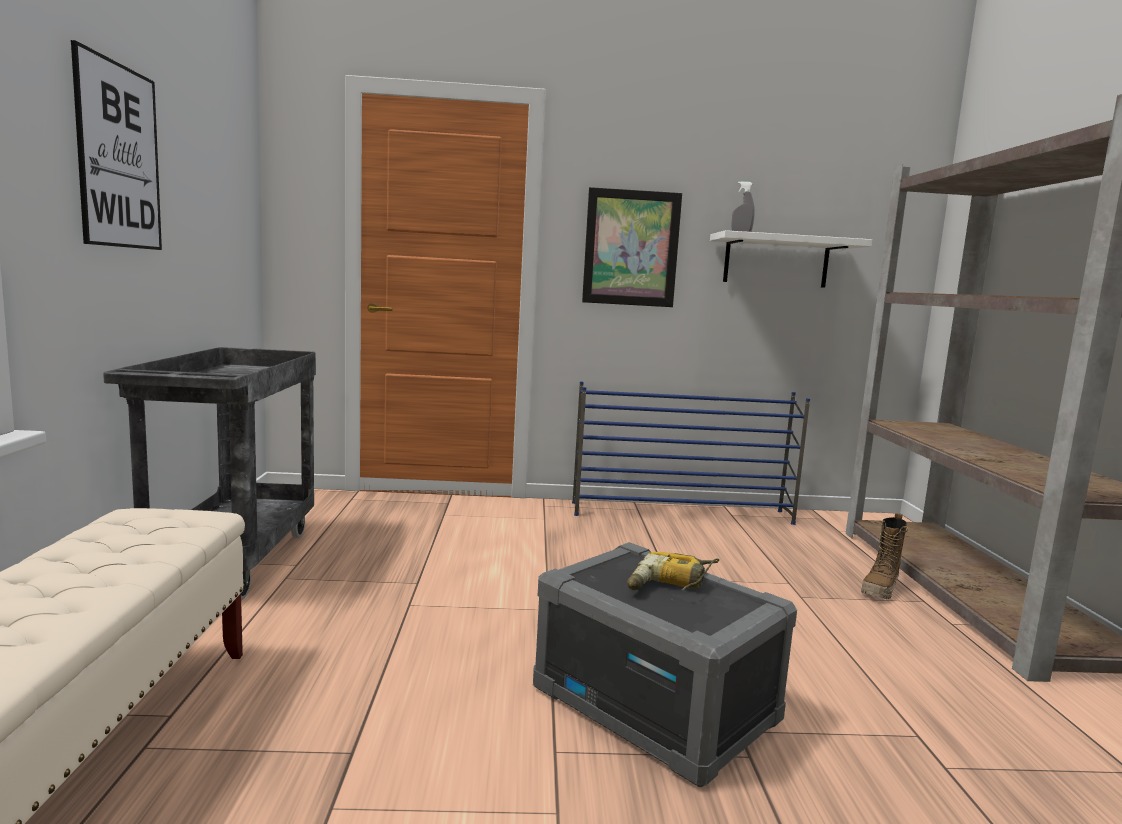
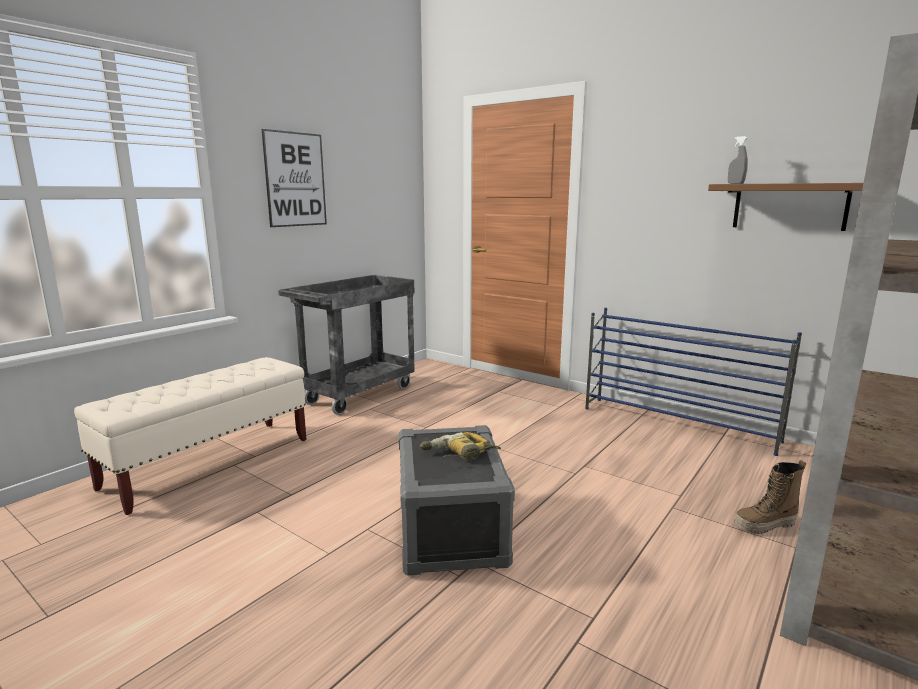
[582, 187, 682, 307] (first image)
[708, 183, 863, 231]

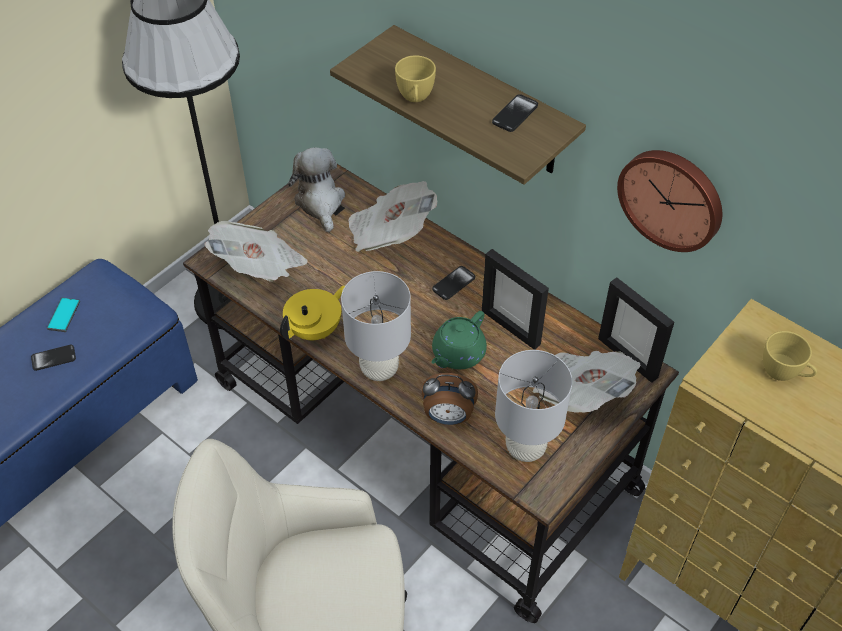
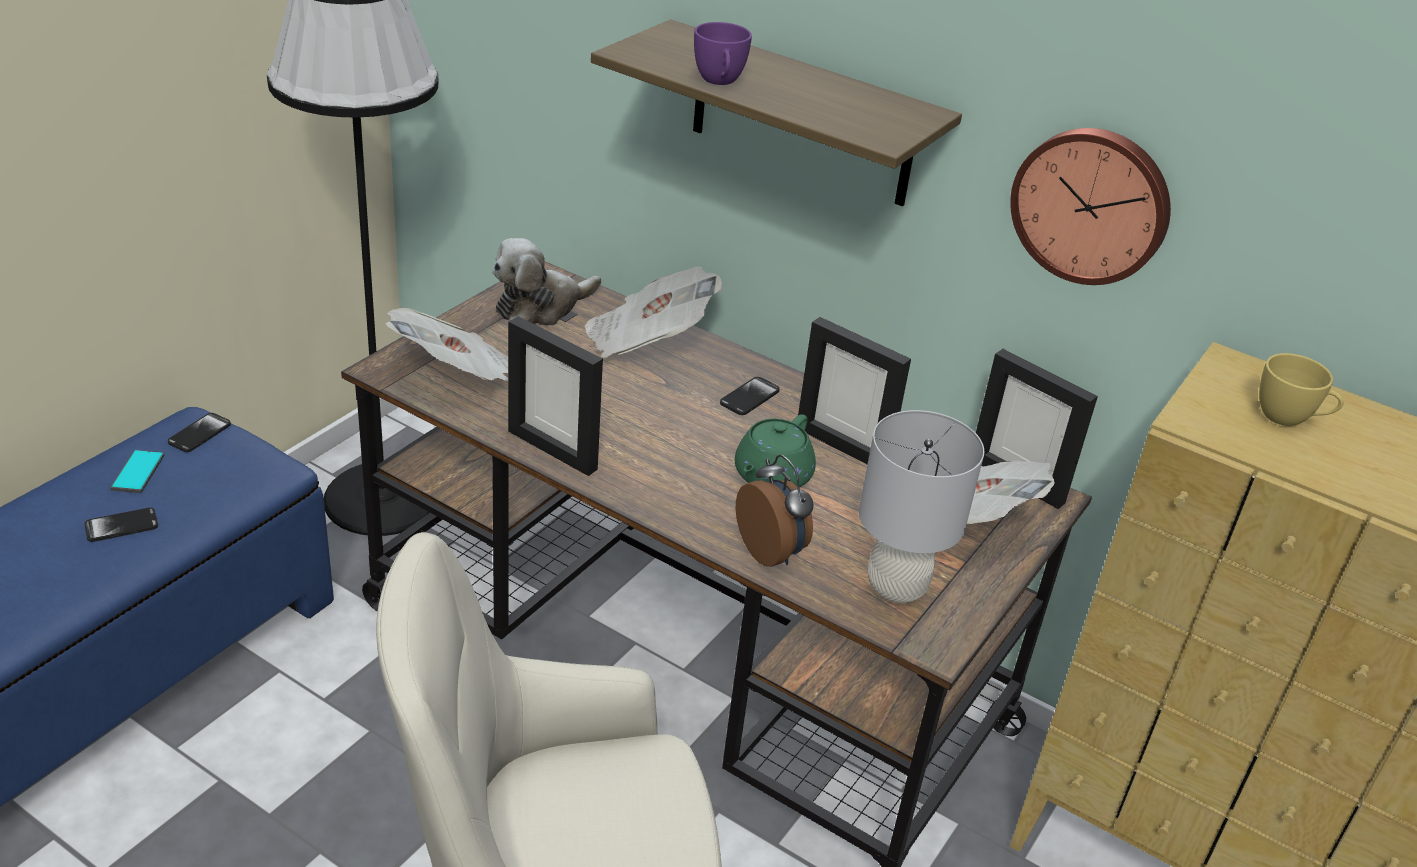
[694, 22, 752, 85]
[168, 413, 231, 452]
[492, 238, 601, 326]
[341, 271, 411, 381] (first image)
[508, 316, 603, 476]
[736, 455, 814, 567]

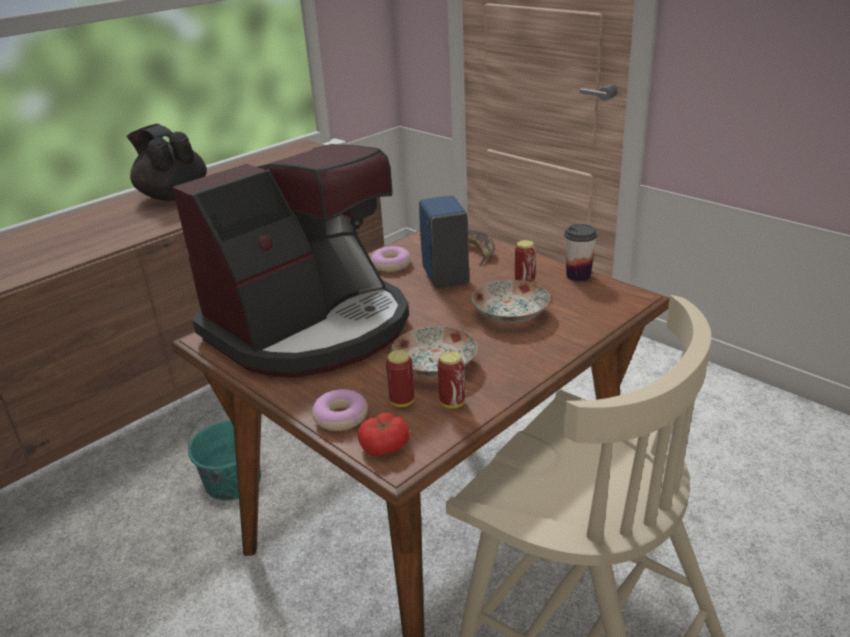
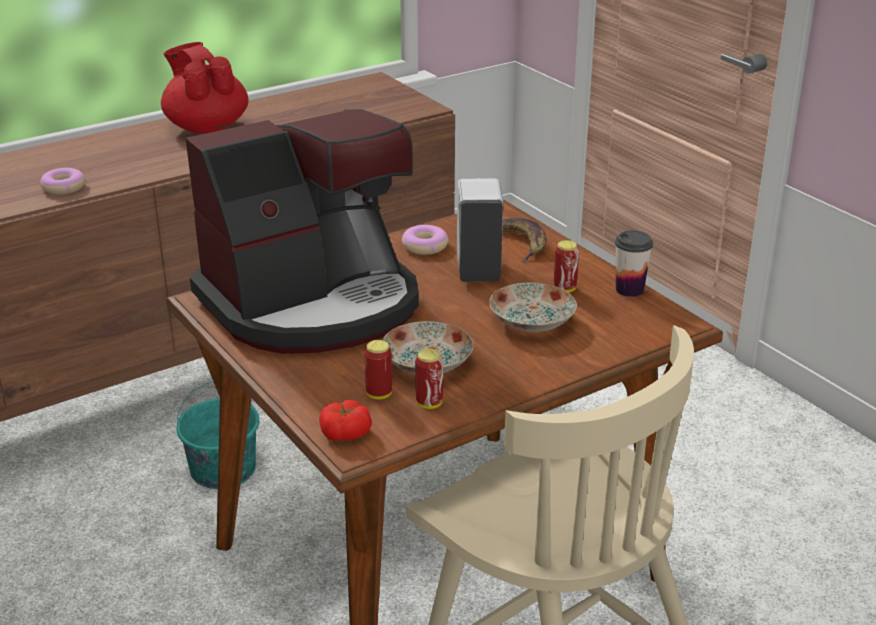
[161, 42, 248, 134]
[457, 178, 503, 282]
[40, 168, 85, 195]

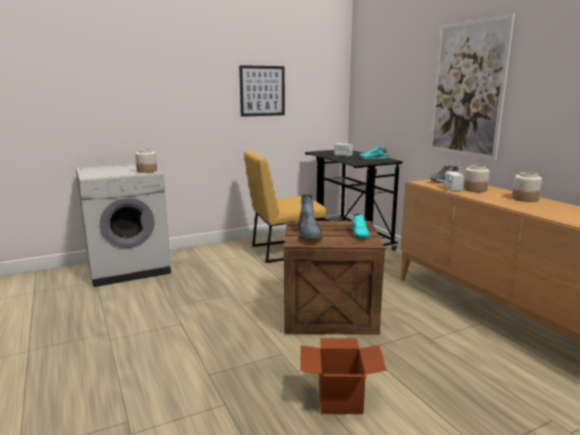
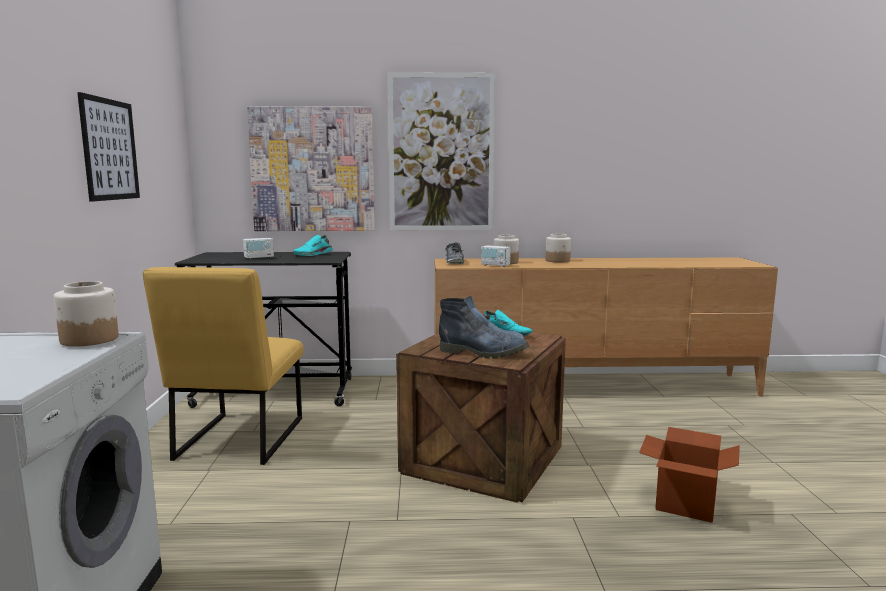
[247, 106, 375, 231]

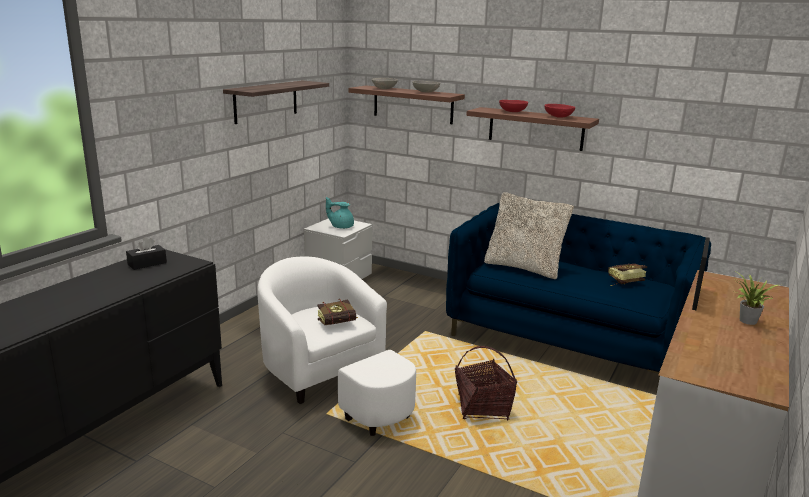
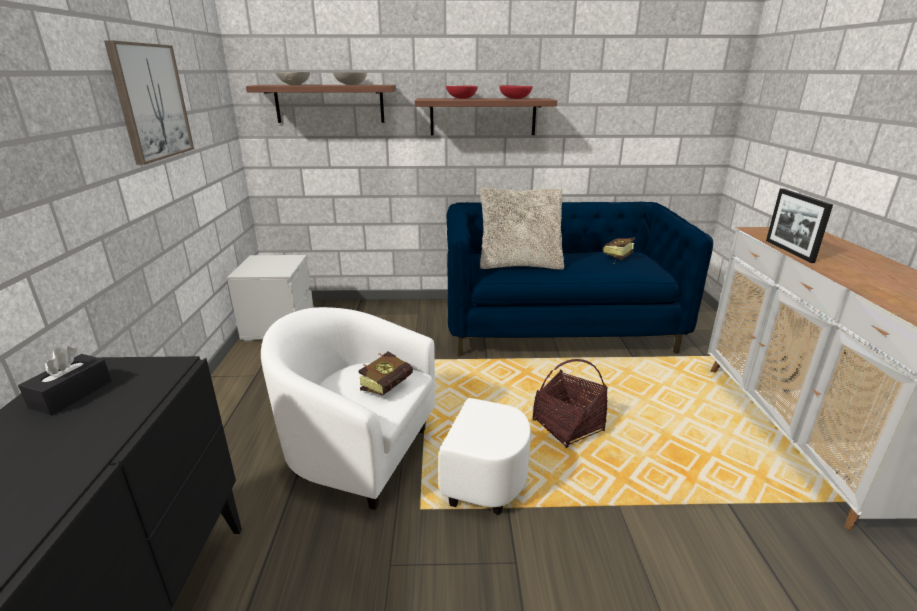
[104, 40, 194, 165]
[326, 197, 354, 229] (first image)
[737, 273, 778, 325] (first image)

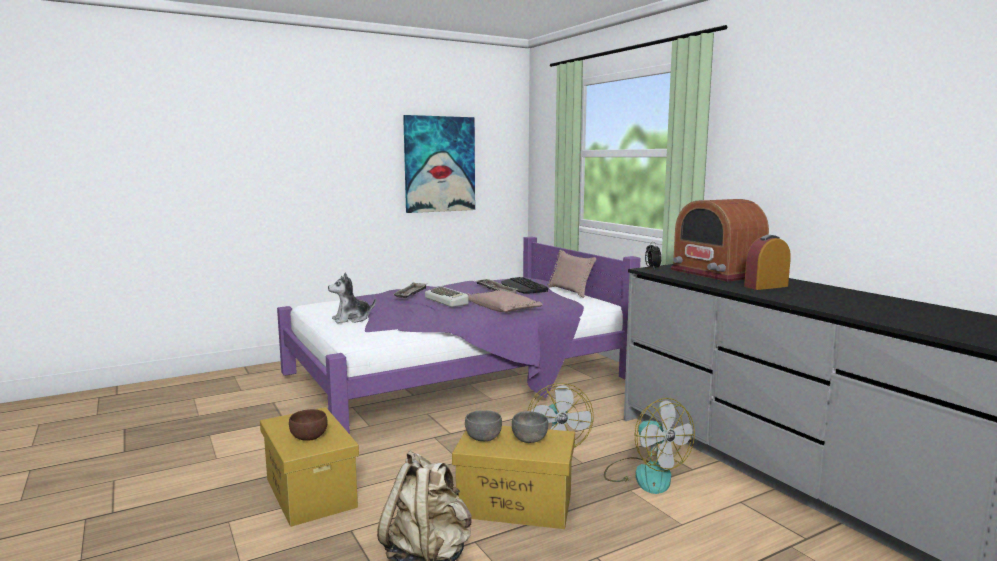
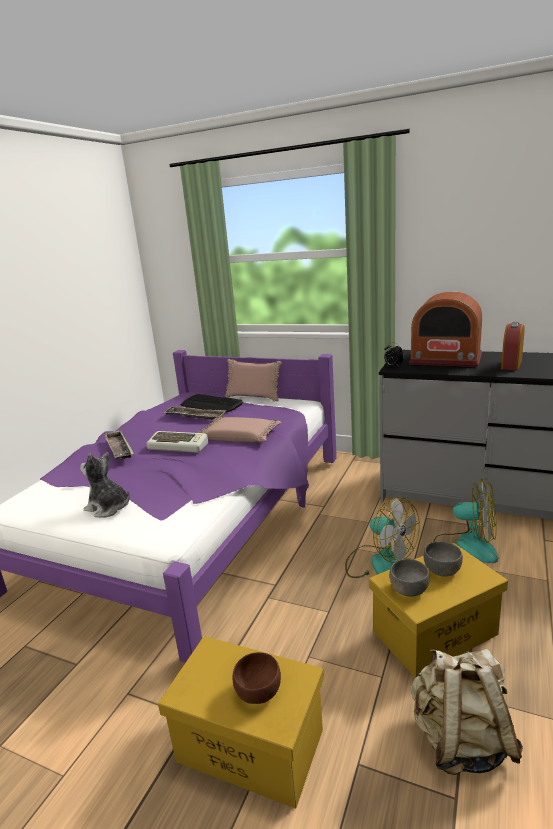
[403, 115, 475, 213] (first image)
[80, 452, 130, 517]

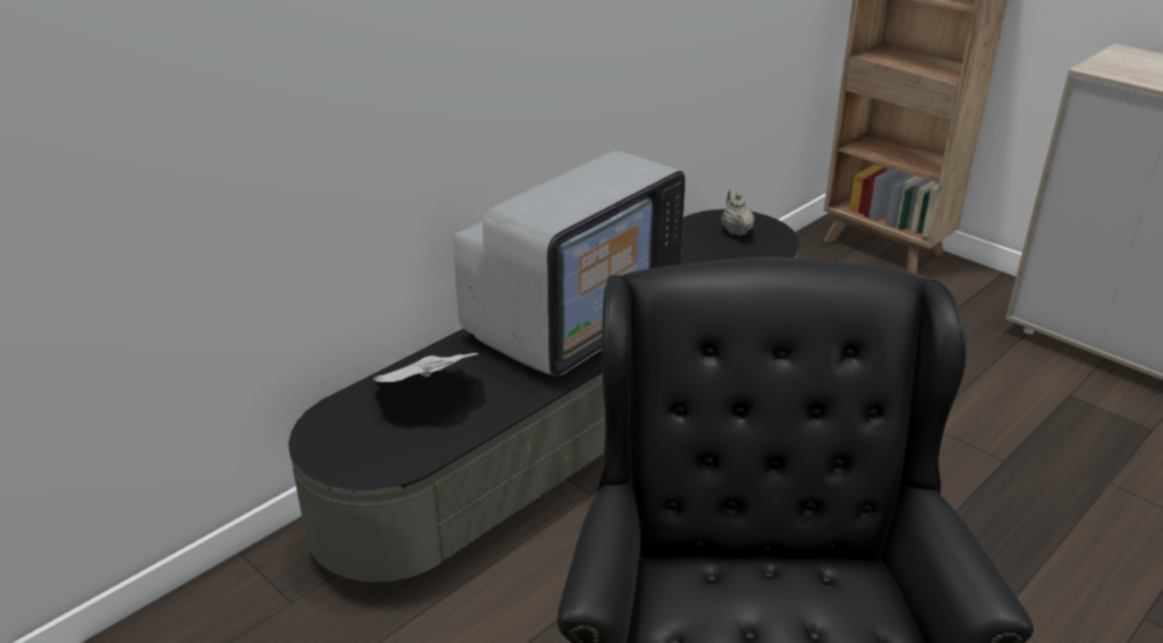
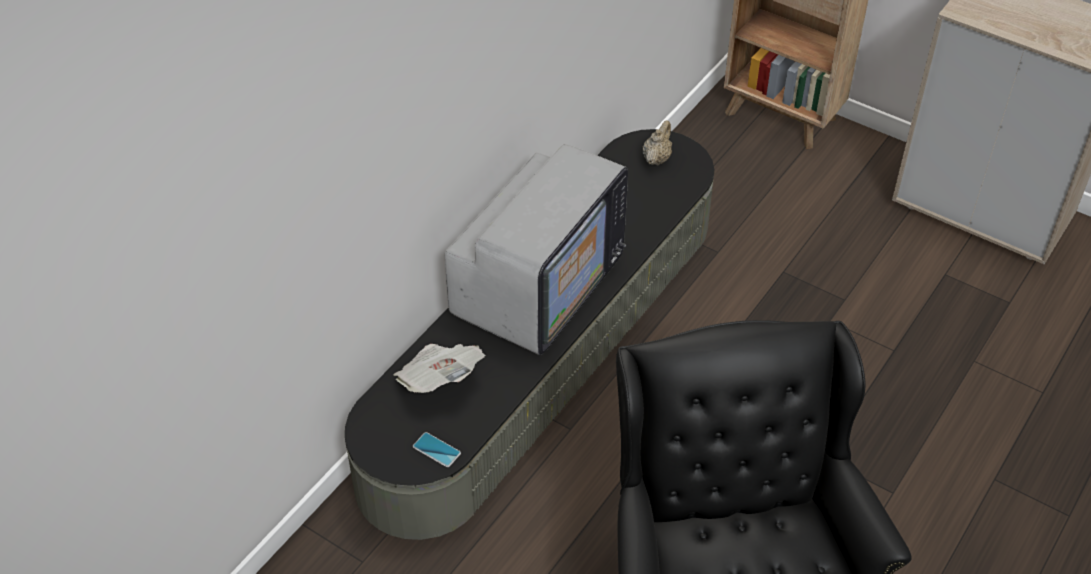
[643, 121, 672, 166]
[413, 432, 461, 467]

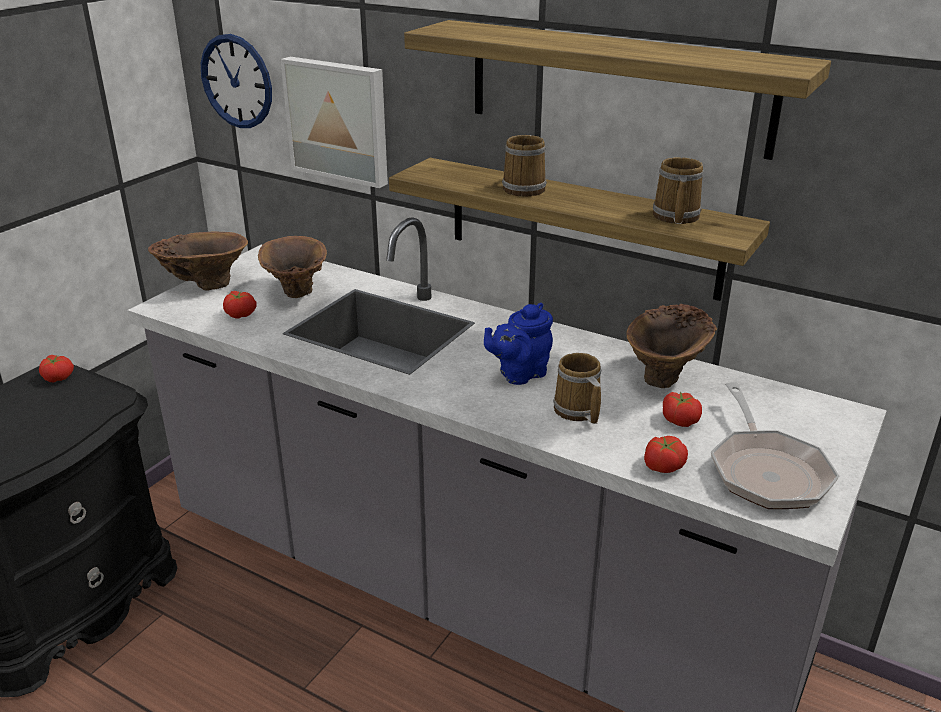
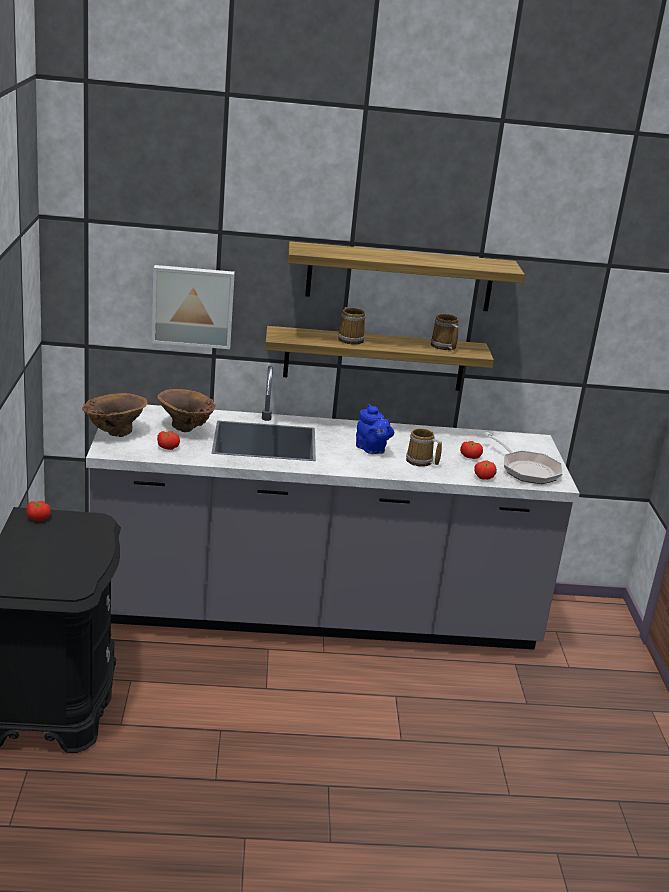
[201, 34, 272, 128] (first image)
[356, 404, 394, 454]
[627, 304, 717, 388] (first image)

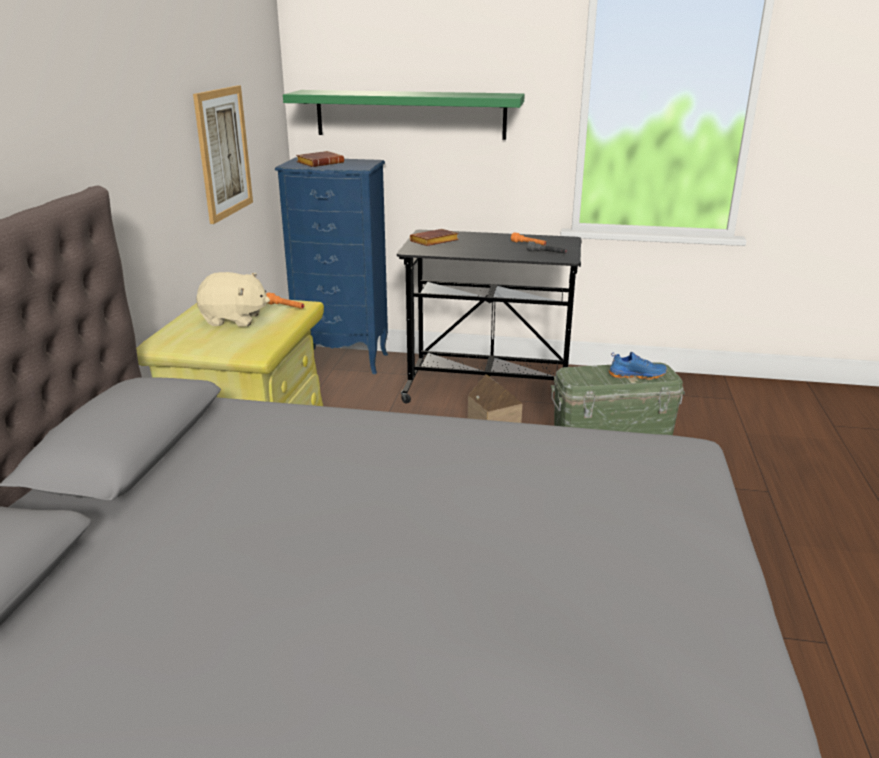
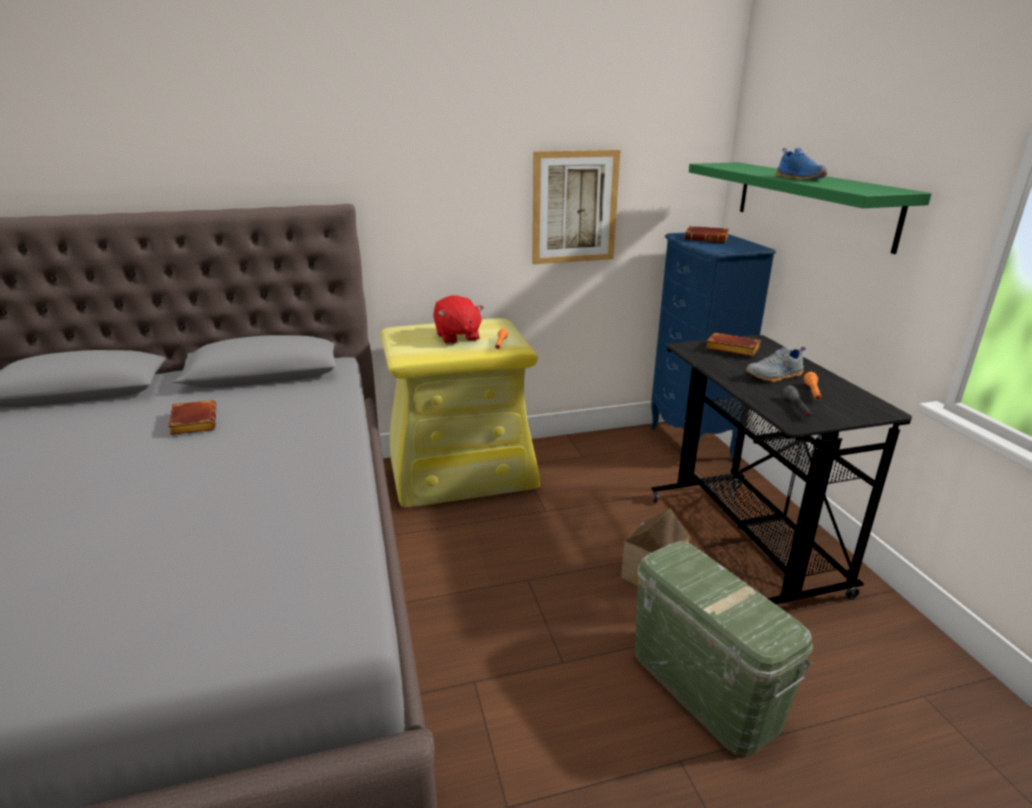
[433, 295, 484, 344]
[775, 148, 827, 180]
[746, 347, 806, 382]
[168, 400, 217, 435]

